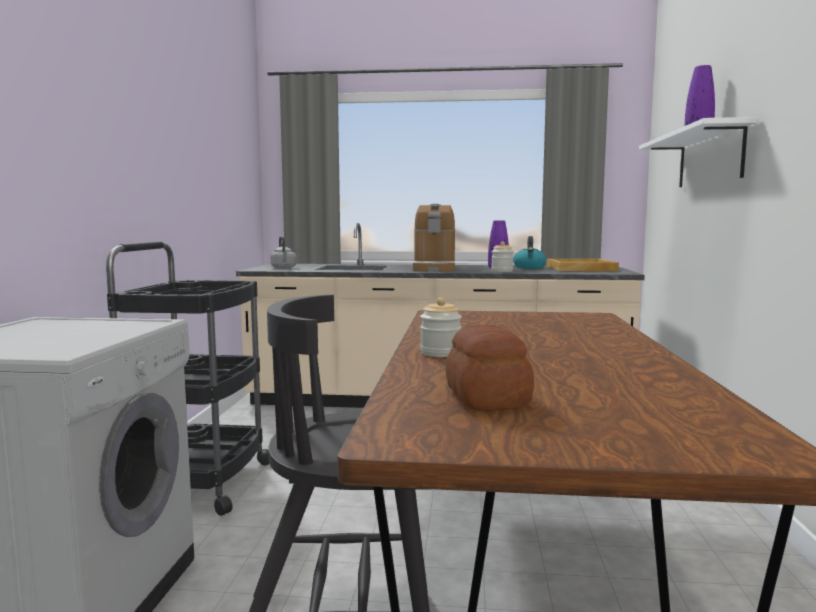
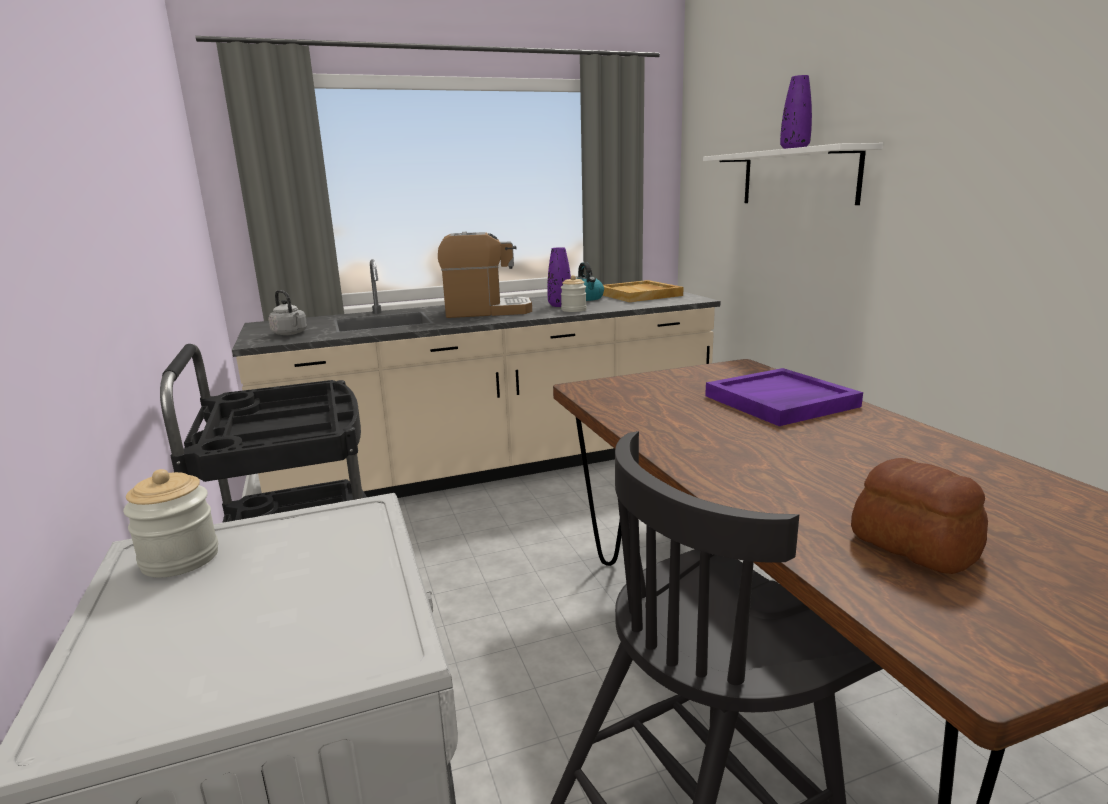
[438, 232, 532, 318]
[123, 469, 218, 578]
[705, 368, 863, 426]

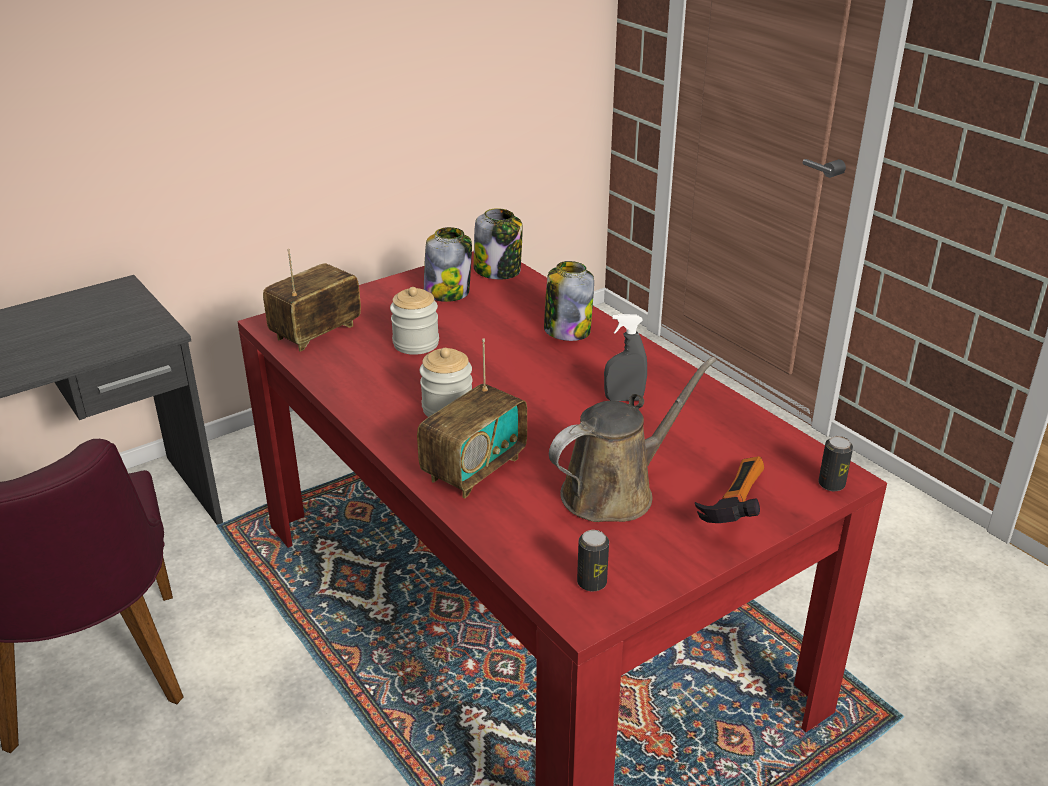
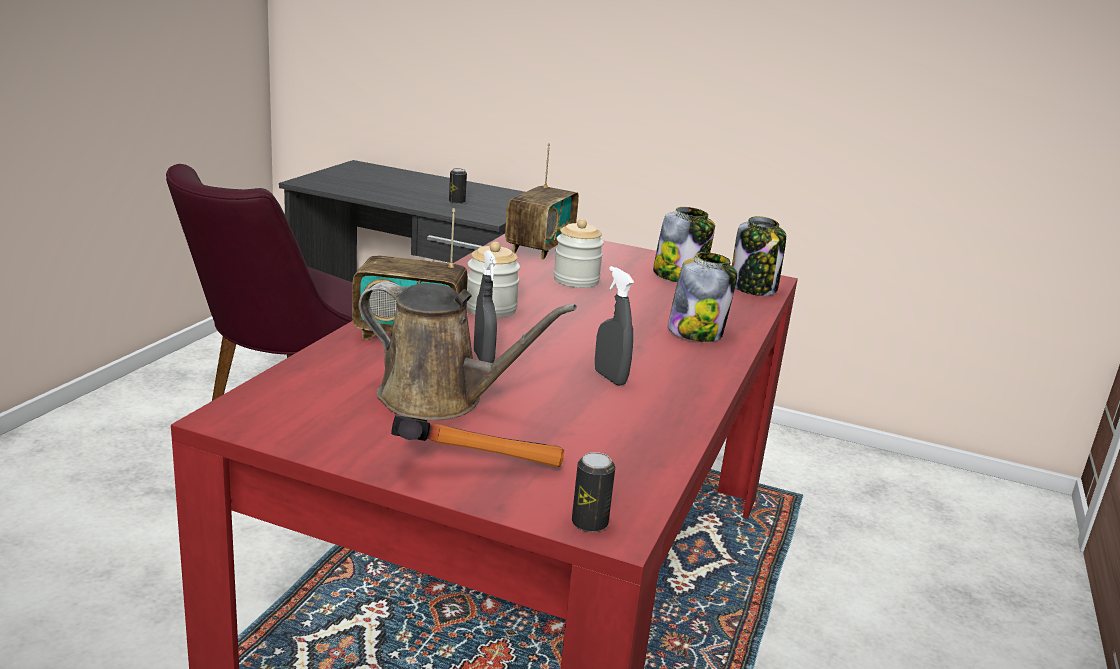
[505, 143, 579, 260]
[449, 168, 467, 204]
[474, 251, 497, 363]

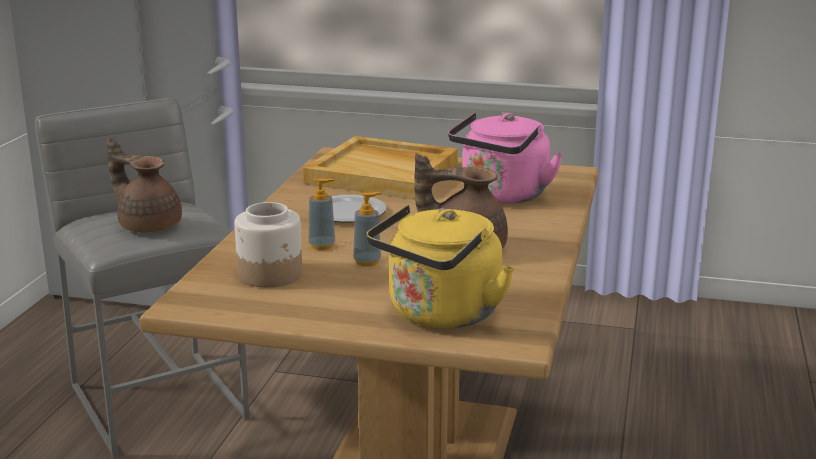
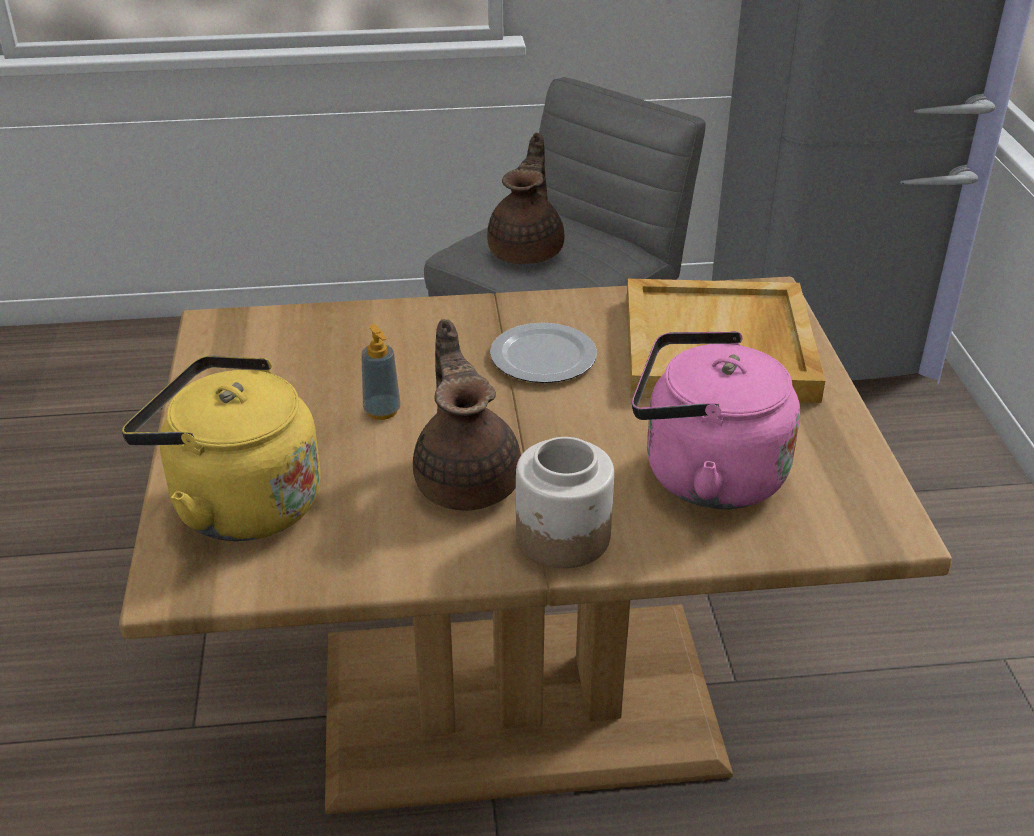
[308, 179, 336, 250] (first image)
[516, 437, 614, 568]

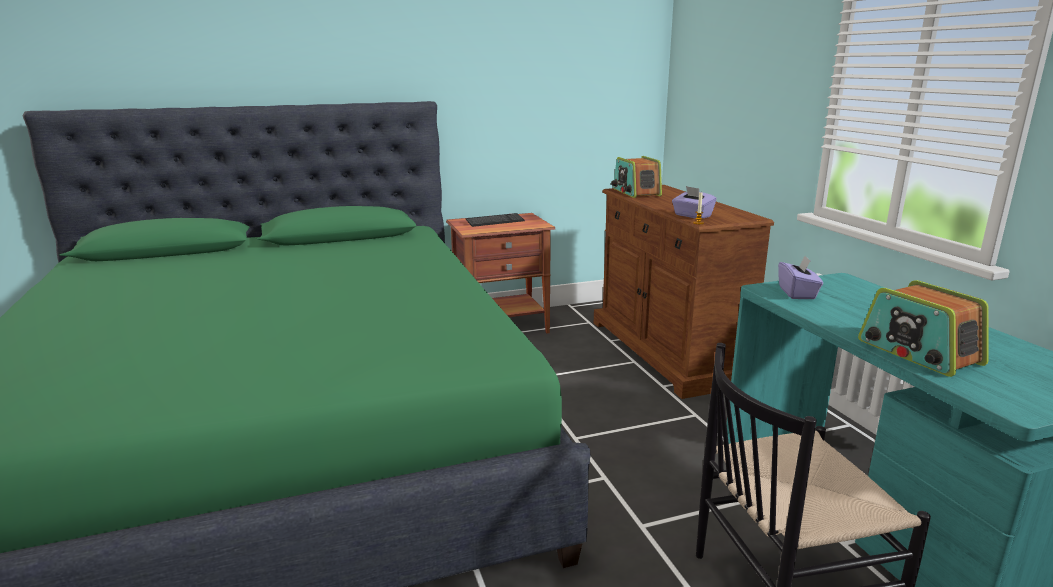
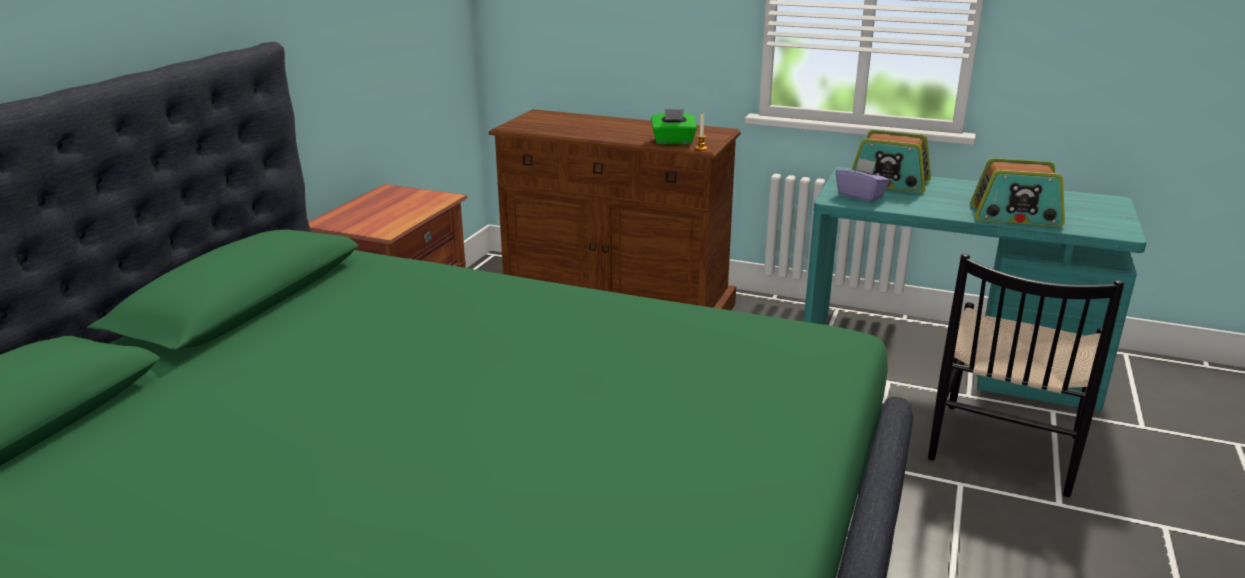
[851, 130, 931, 193]
[651, 109, 697, 144]
[465, 213, 525, 227] (first image)

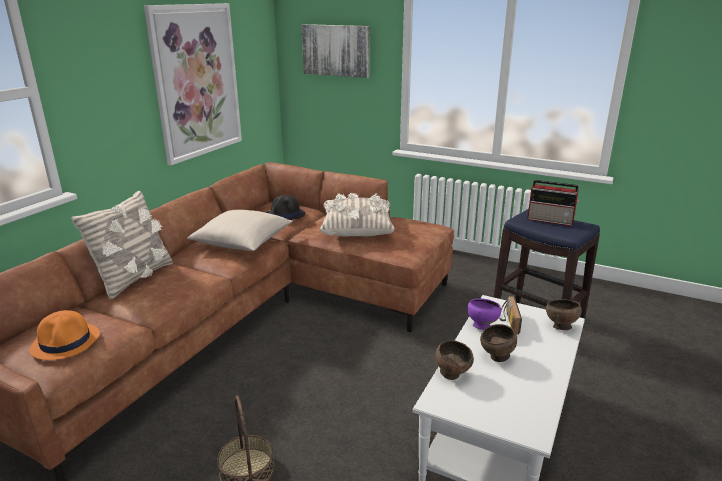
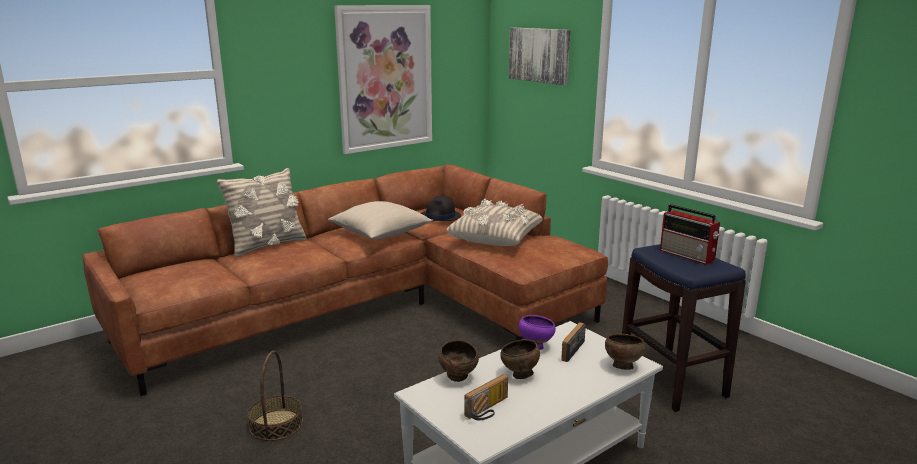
[29, 310, 100, 360] (first image)
[465, 374, 508, 420]

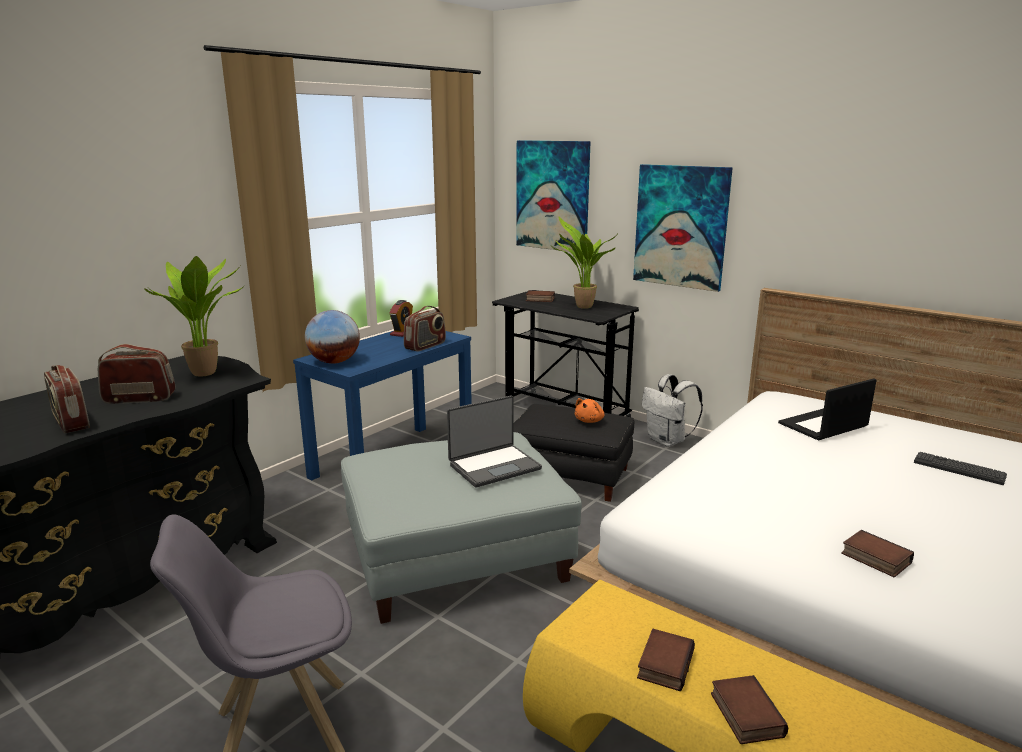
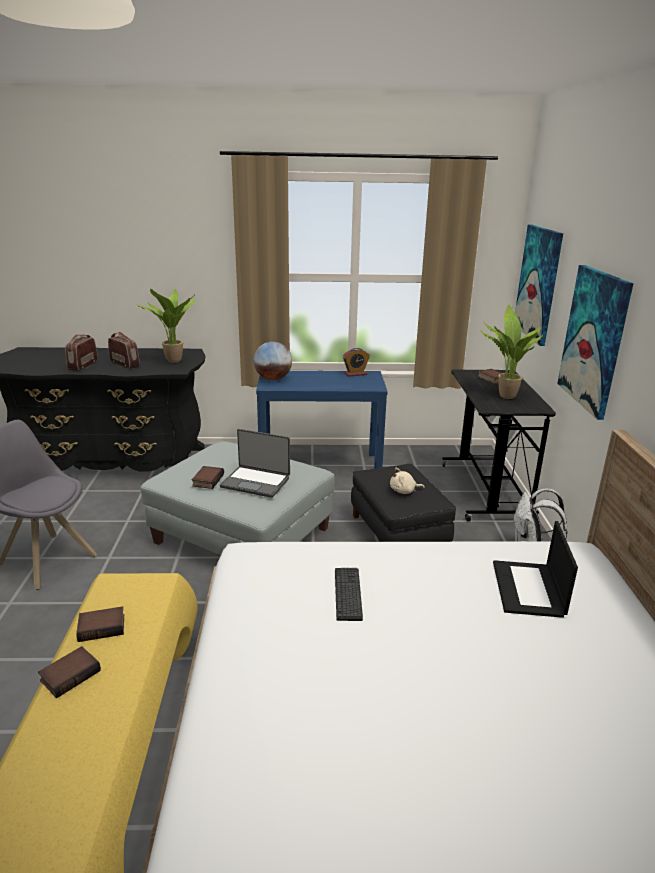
[404, 306, 446, 351] (first image)
[493, 521, 578, 618]
[390, 468, 425, 494]
[335, 568, 363, 621]
[192, 466, 224, 489]

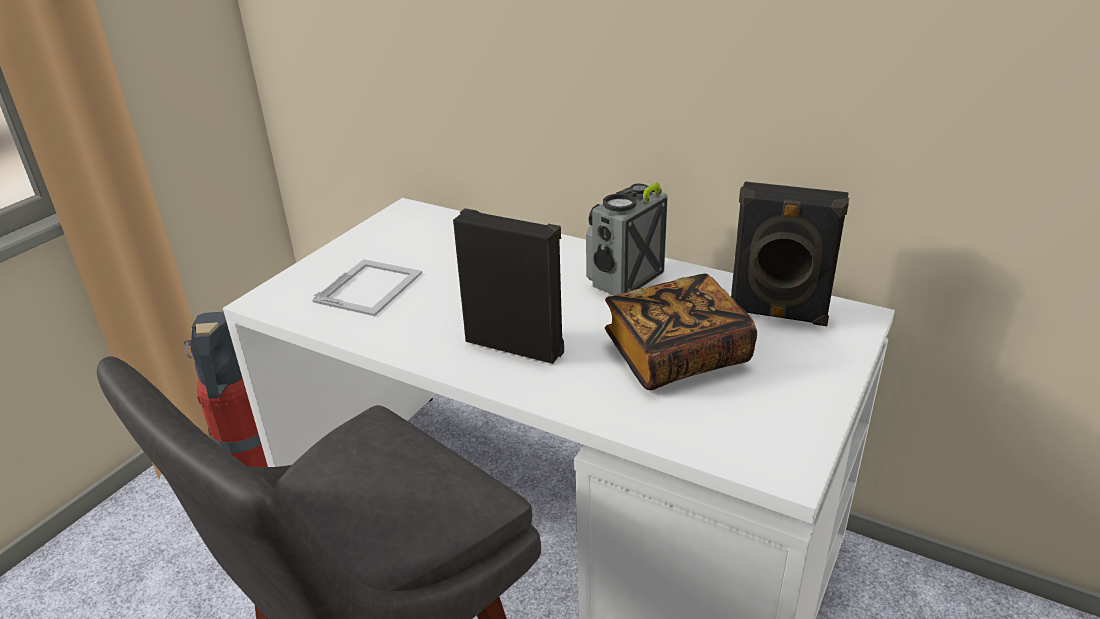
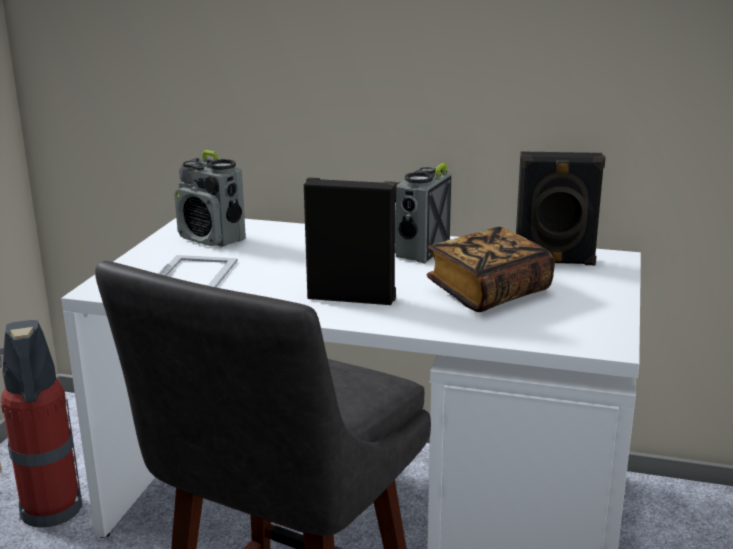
[174, 150, 246, 247]

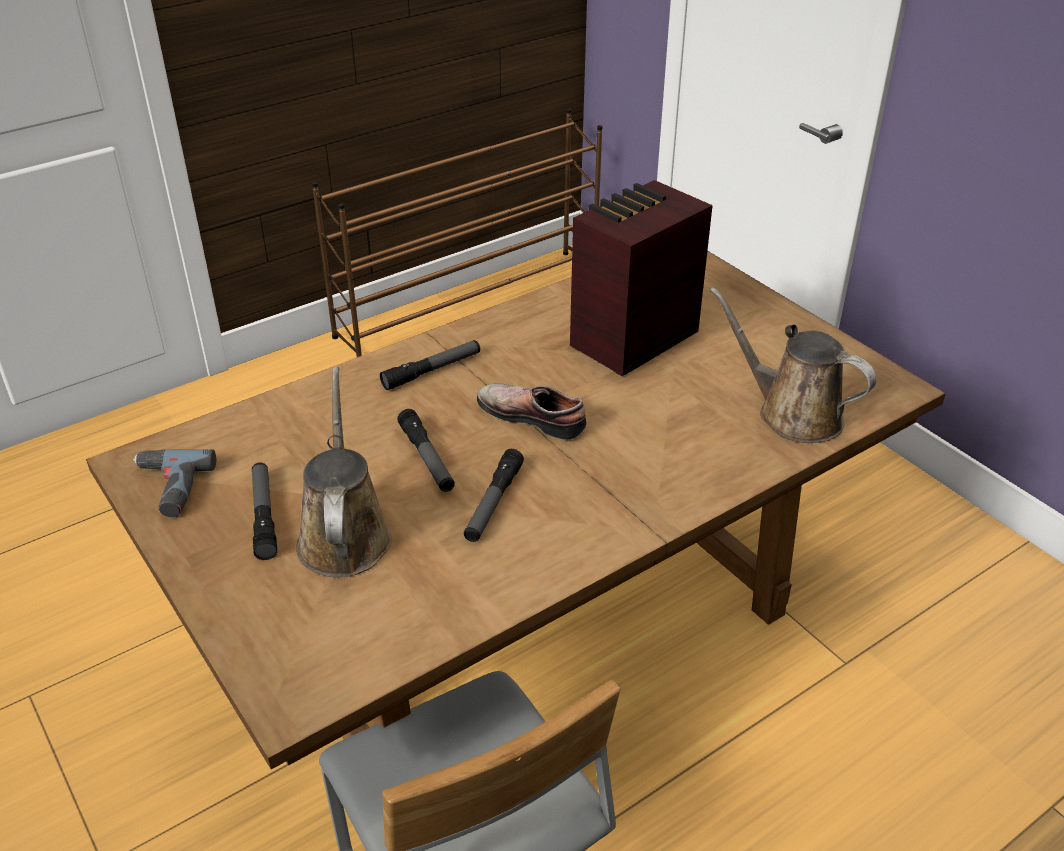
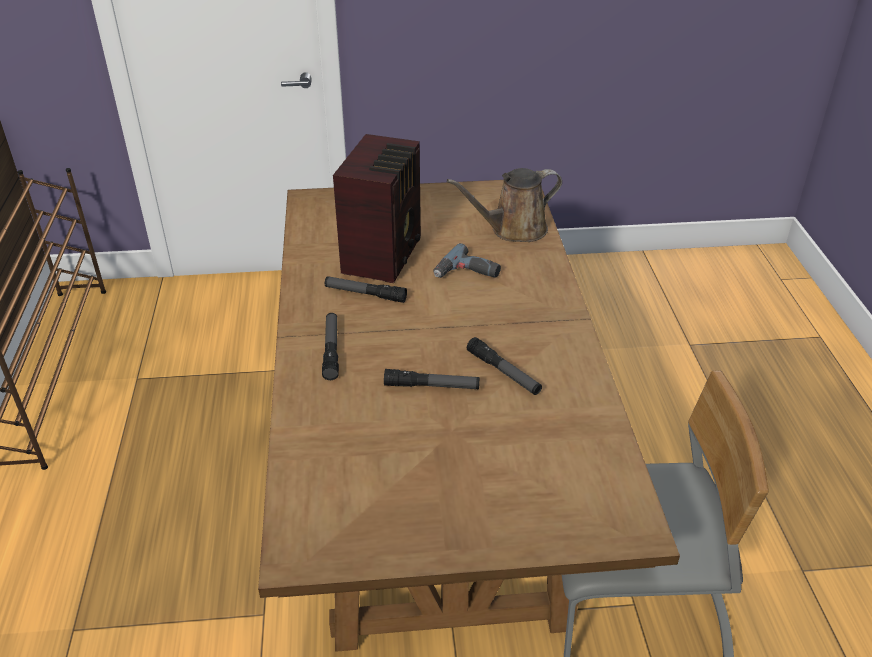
[333, 134, 421, 283]
[296, 366, 392, 578] (first image)
[477, 384, 586, 440] (first image)
[433, 243, 501, 278]
[325, 276, 407, 303]

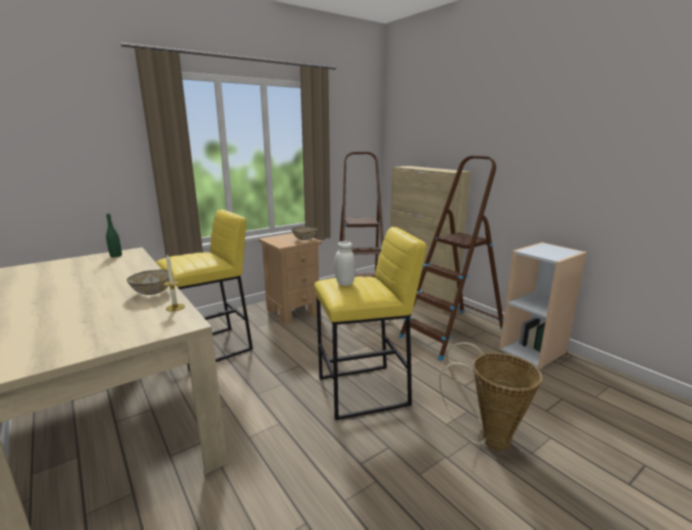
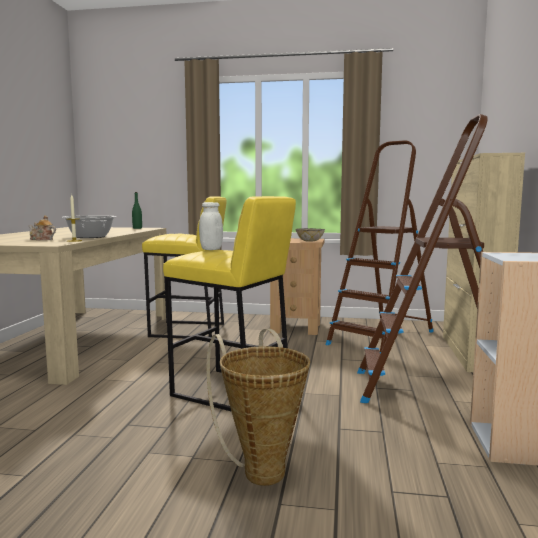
[62, 216, 117, 238]
[29, 215, 56, 240]

